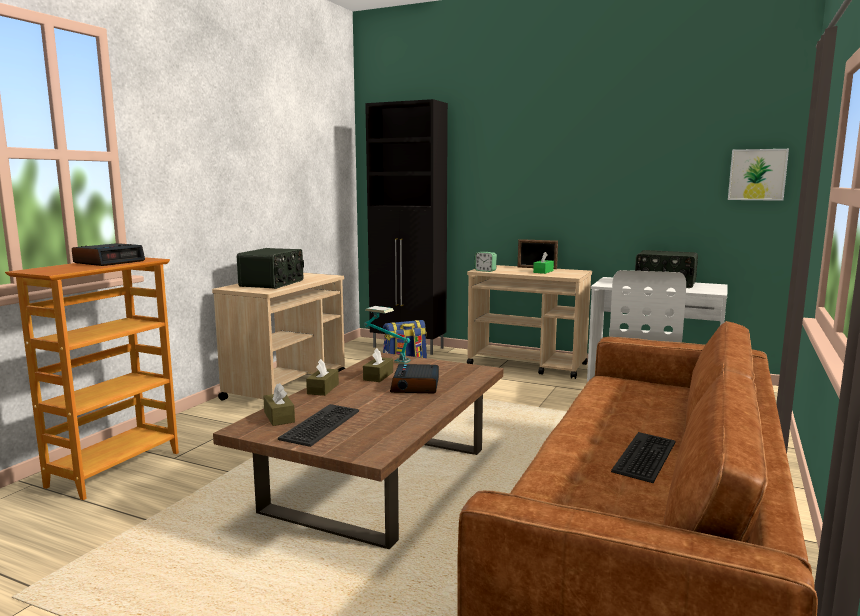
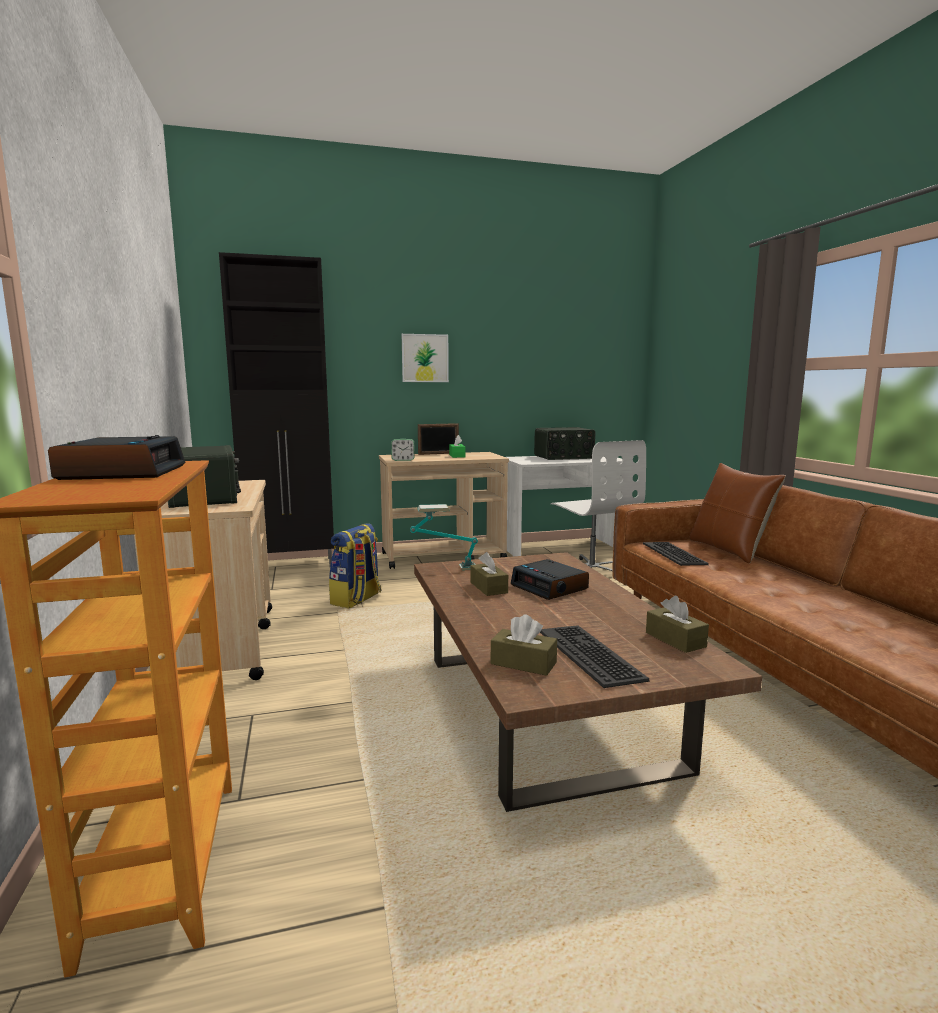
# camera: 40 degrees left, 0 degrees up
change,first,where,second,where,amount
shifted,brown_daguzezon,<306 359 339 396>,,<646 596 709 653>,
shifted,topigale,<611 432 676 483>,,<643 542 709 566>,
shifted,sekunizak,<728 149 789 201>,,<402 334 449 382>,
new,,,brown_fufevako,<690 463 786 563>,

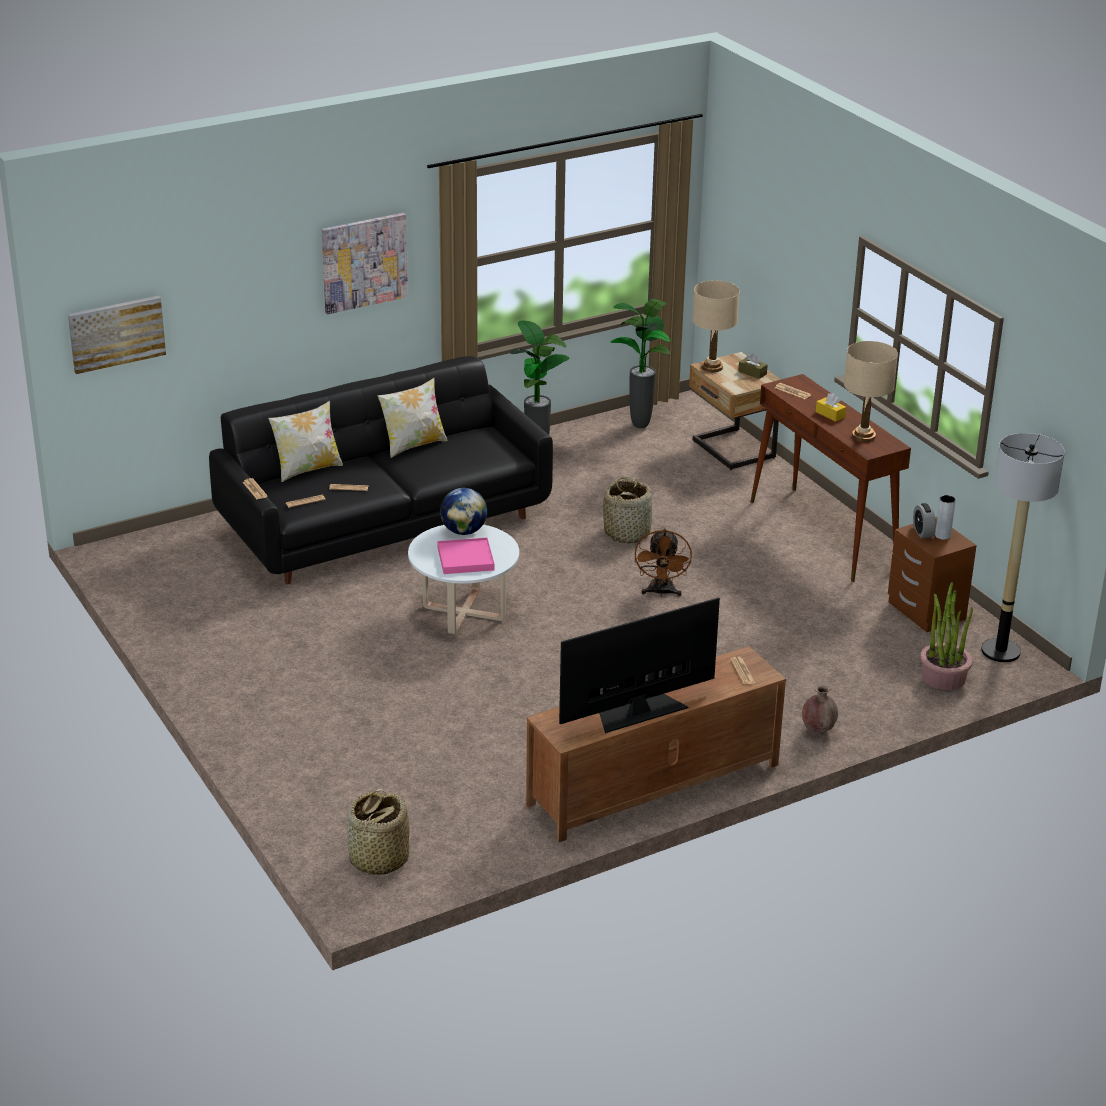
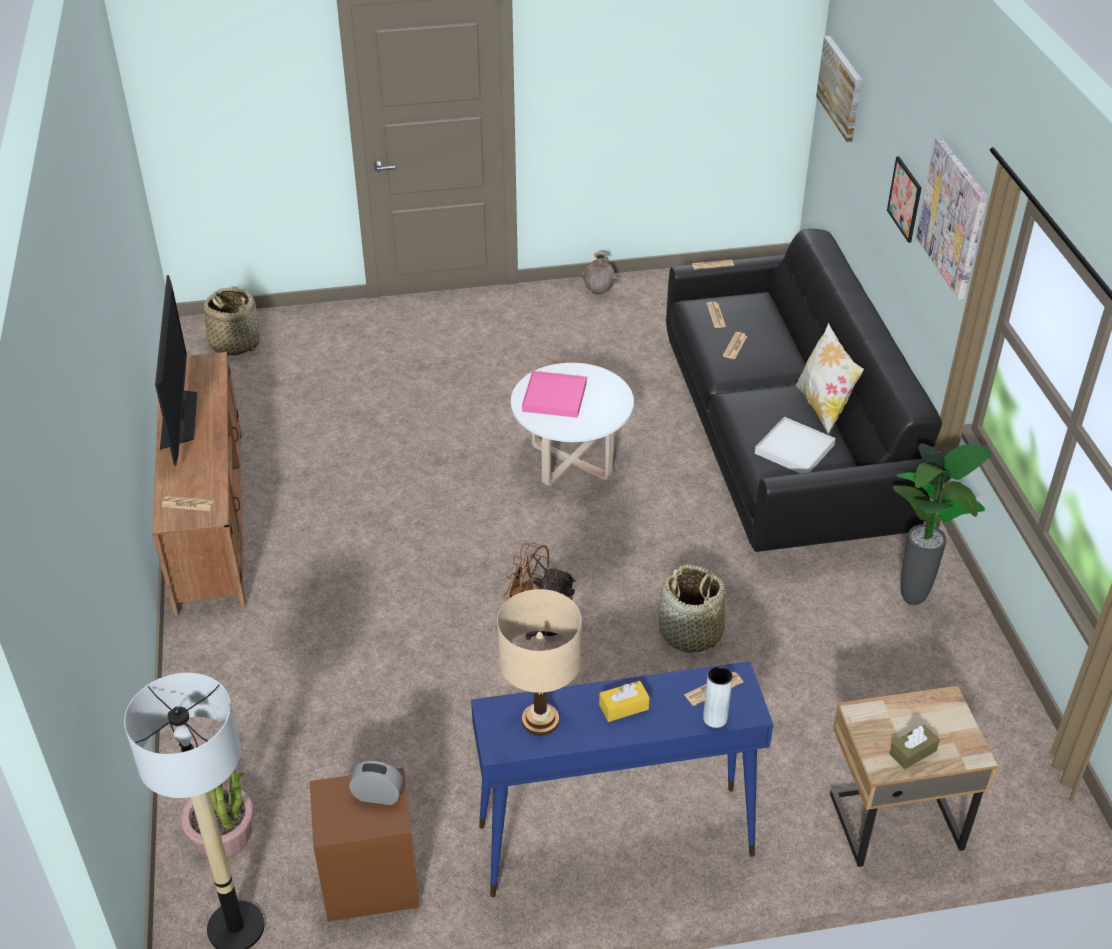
# camera: 110 degrees right, 10 degrees up
change,first,where,second,where,amount
gone,fufevako,<268 401 343 482>,,,
gone,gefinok,<440 488 487 535>,,,
gone,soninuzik,<610 299 670 428>,,,
gone,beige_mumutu,<692 280 740 372>,,,
repainted,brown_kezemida,<751 374 911 582>,blue_kezemida,<471 661 773 897>,
shifted,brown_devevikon,<802 684 838 735>,,<581 251 618 295>,
shifted,grey_devevikon,<935 495 956 540>,,<703 666 733 728>,
new,,,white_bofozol,<755 417 836 473>,
new,,,sekunizak,<887 156 921 243>,

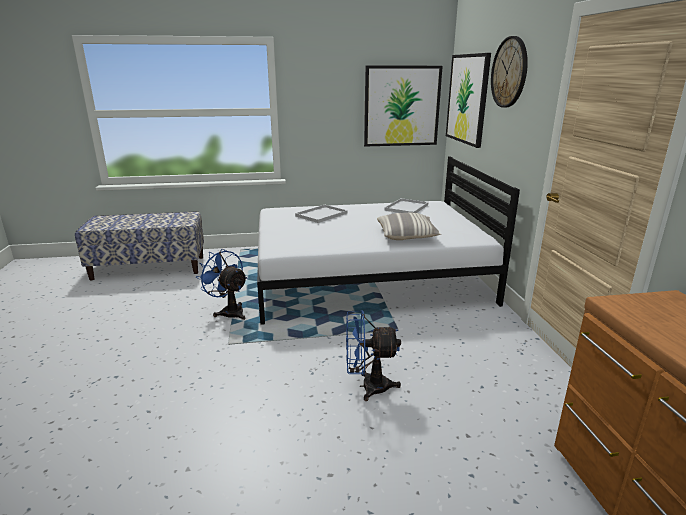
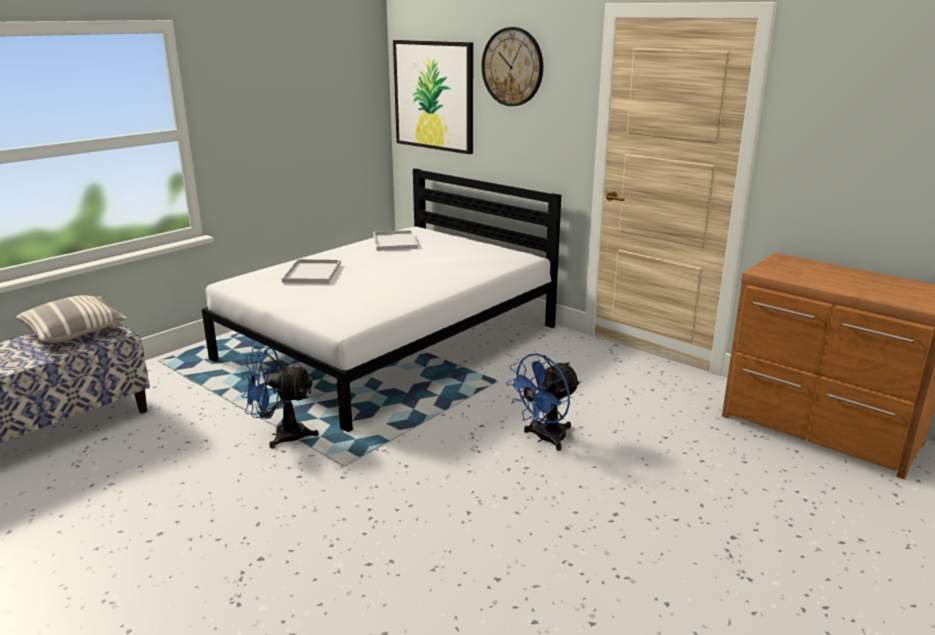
# camera: 40 degrees left, 0 degrees up
change,first,where,second,where,amount
gone,sekunizak,<364 66 443 146>,,,
shifted,fufevako,<377 213 441 240>,,<16 295 127 343>,

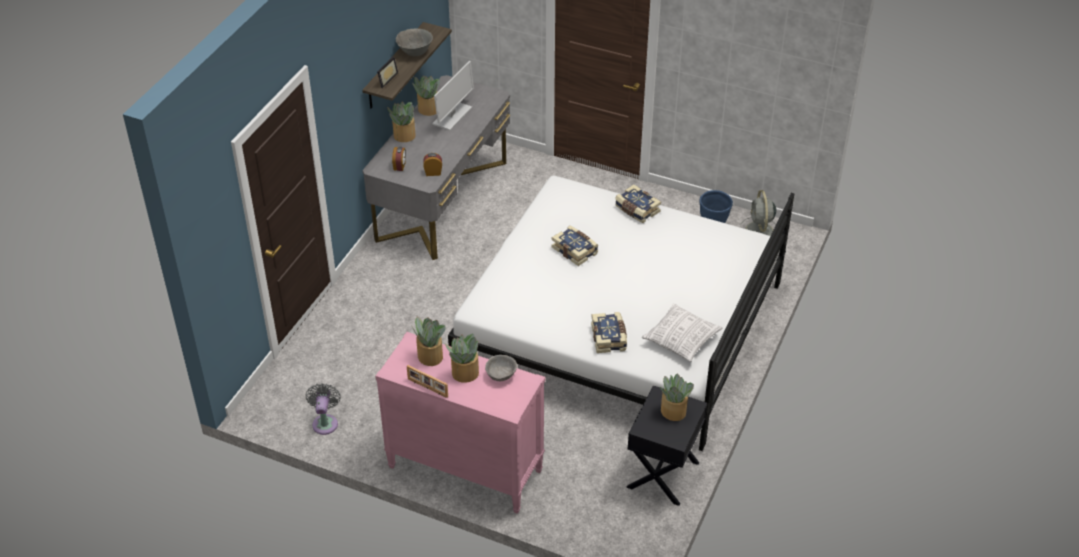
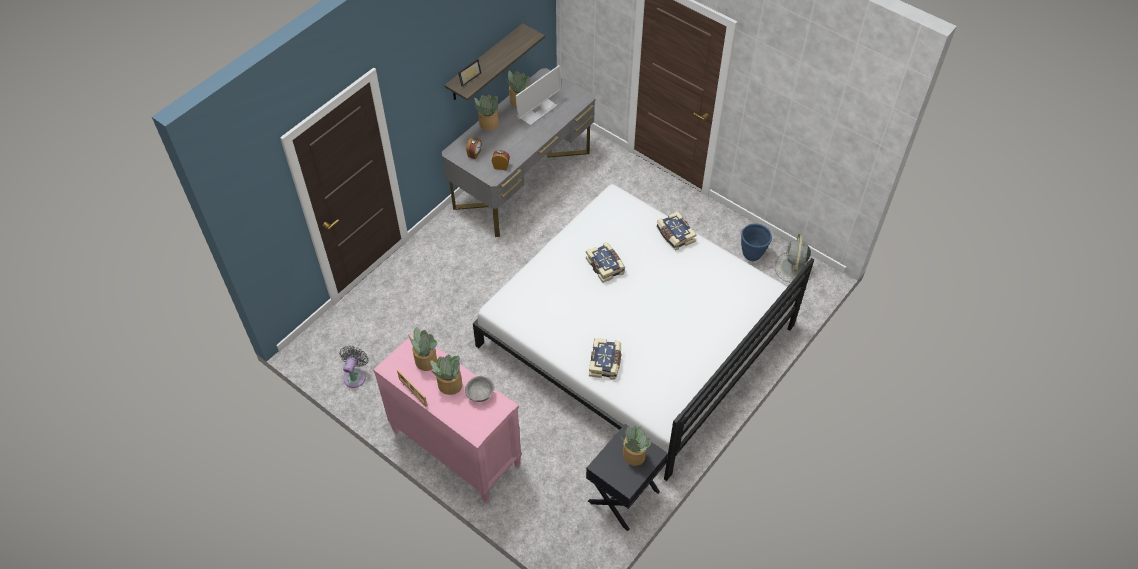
# camera: 15 degrees right, 10 degrees up
change,first,where,second,where,amount
gone,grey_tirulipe,<396 29 433 56>,,,
gone,fufevako,<642 303 722 362>,,,

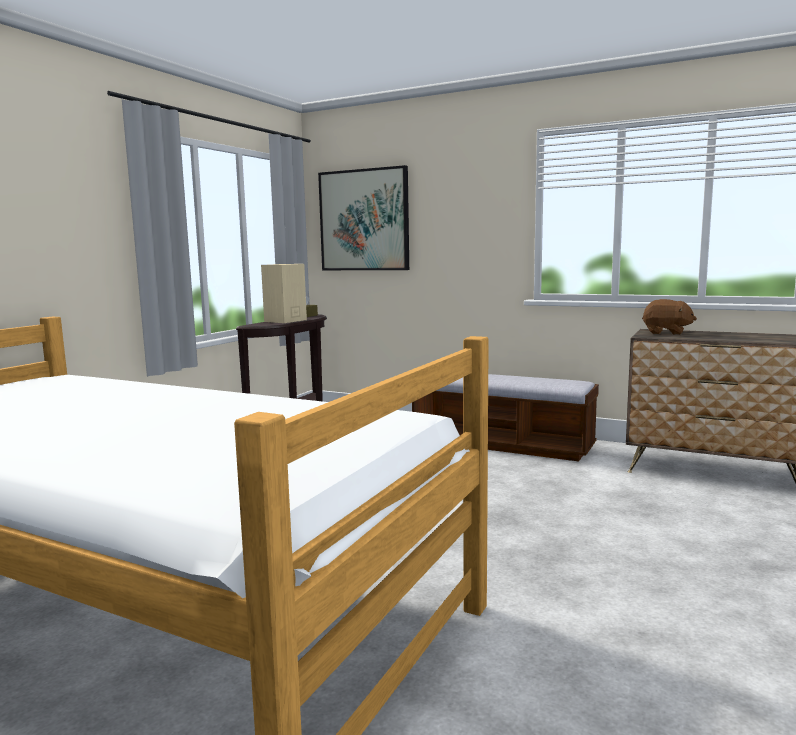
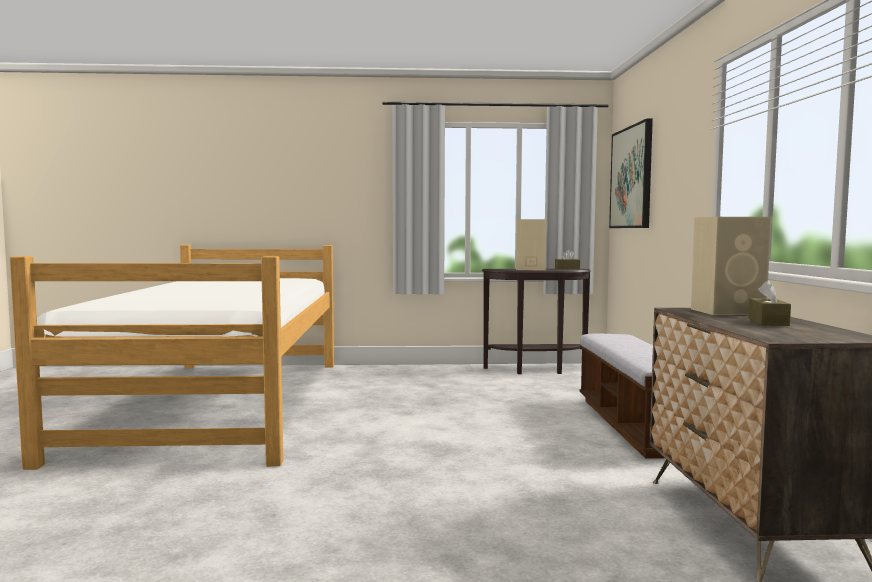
# camera: 60 degrees right, 5 degrees down
change,first,where,second,where,amount
swapped,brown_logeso,<642 299 697 335>,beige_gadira,<691 217 771 315>,
new,,,brown_daguzezon,<748 281 791 326>,

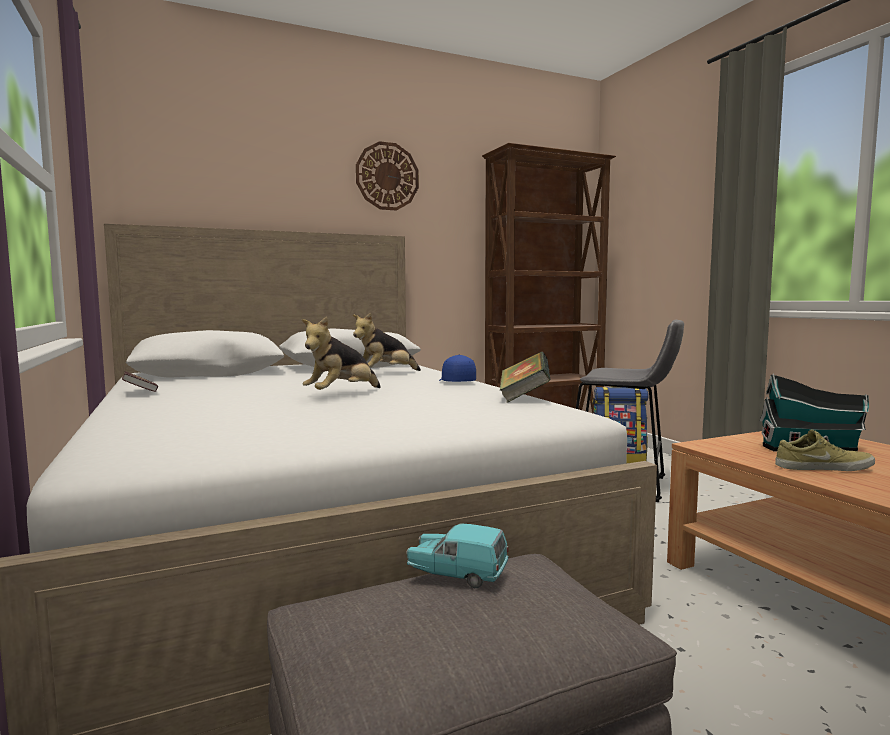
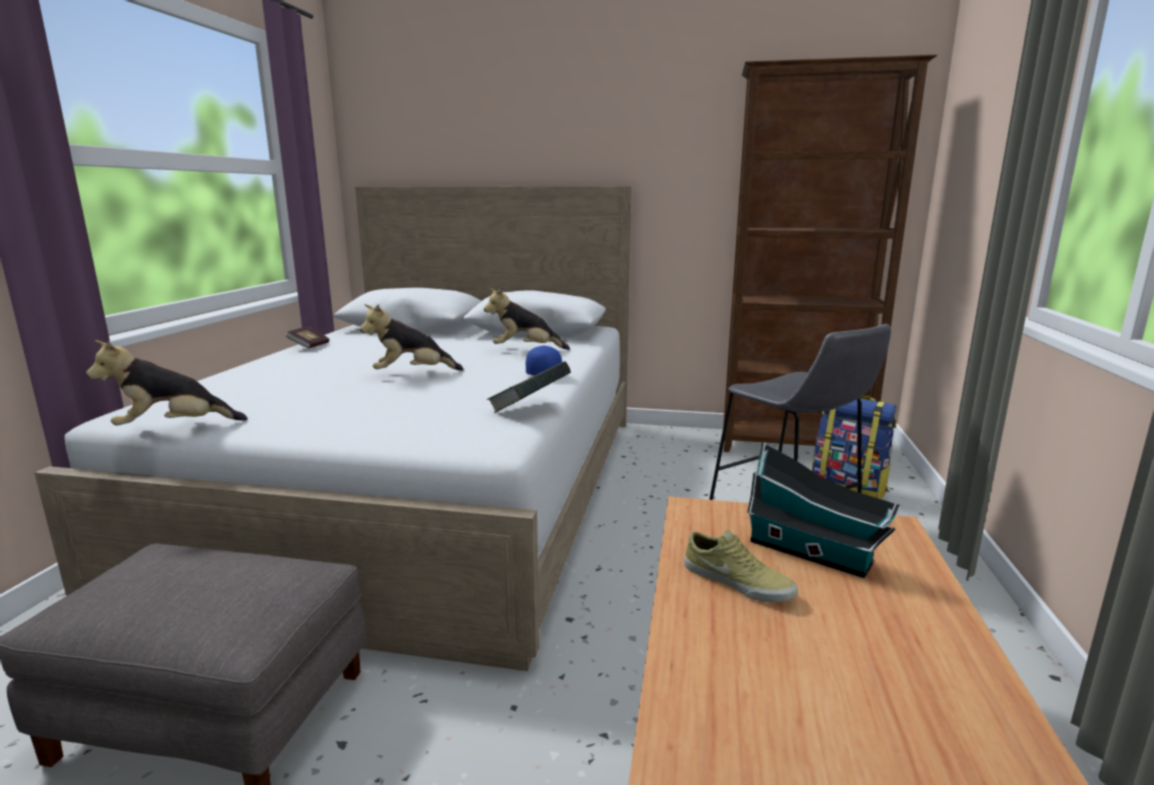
# camera: 35 degrees right, 10 degrees up
change,first,where,second,where,amount
gone,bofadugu,<356 141 419 211>,,,
gone,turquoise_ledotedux,<406 523 509 588>,,,
new,,,logeso,<86 340 248 425>,

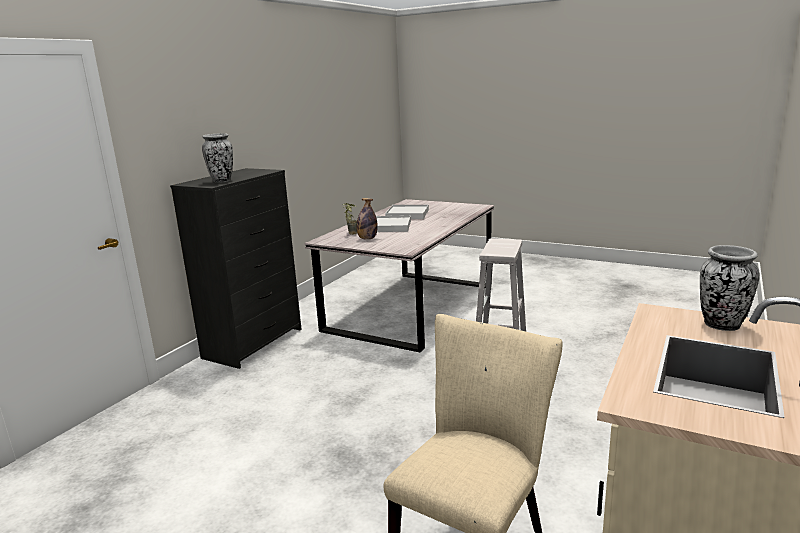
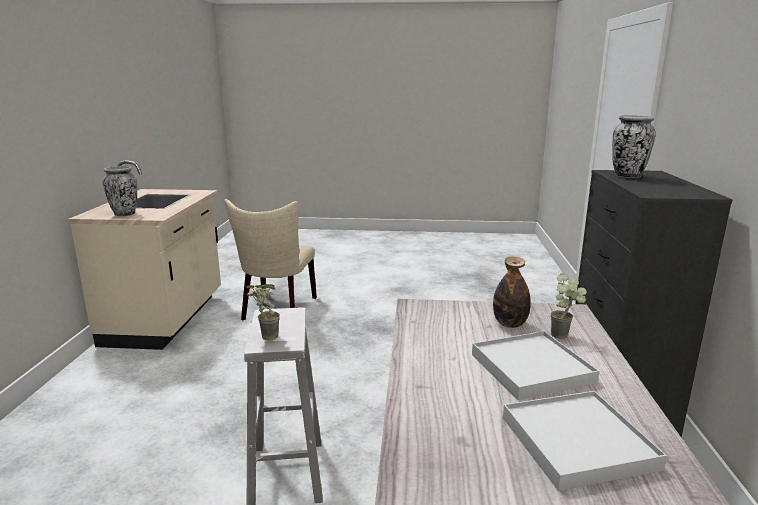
# camera: 155 degrees right, 0 degrees up
change,first,where,second,where,amount
new,,,soninuzik,<246 284 280 341>,

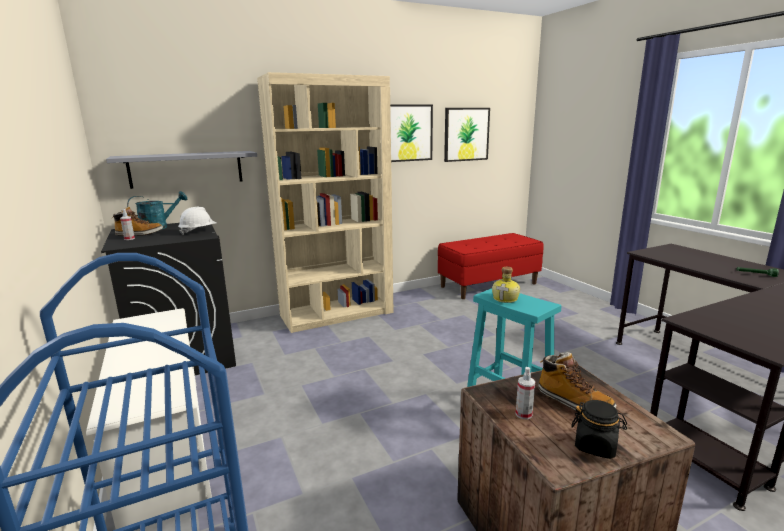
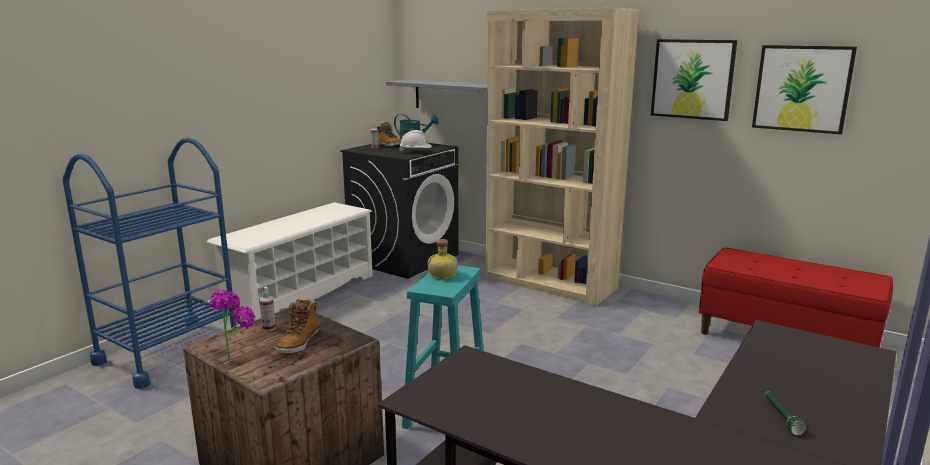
# camera: 60 degrees right, 0 degrees up
change,first,where,second,where,amount
swapped,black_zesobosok,<571 400 627 459>,soninuzik,<210 290 255 359>,

